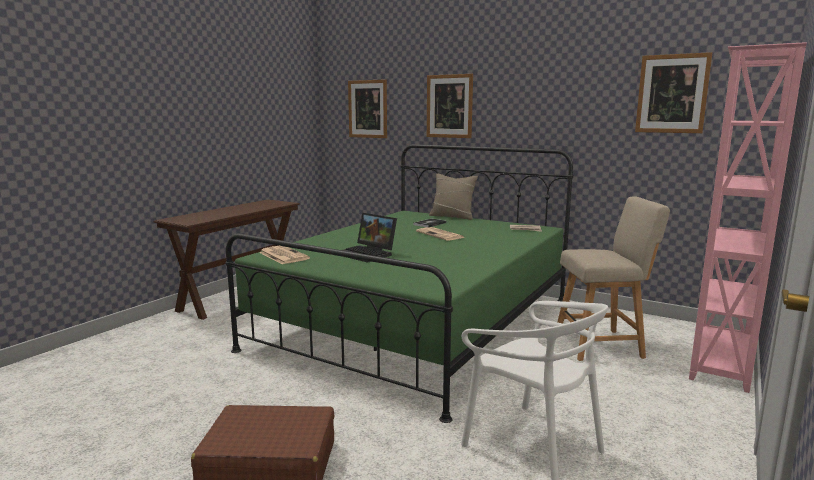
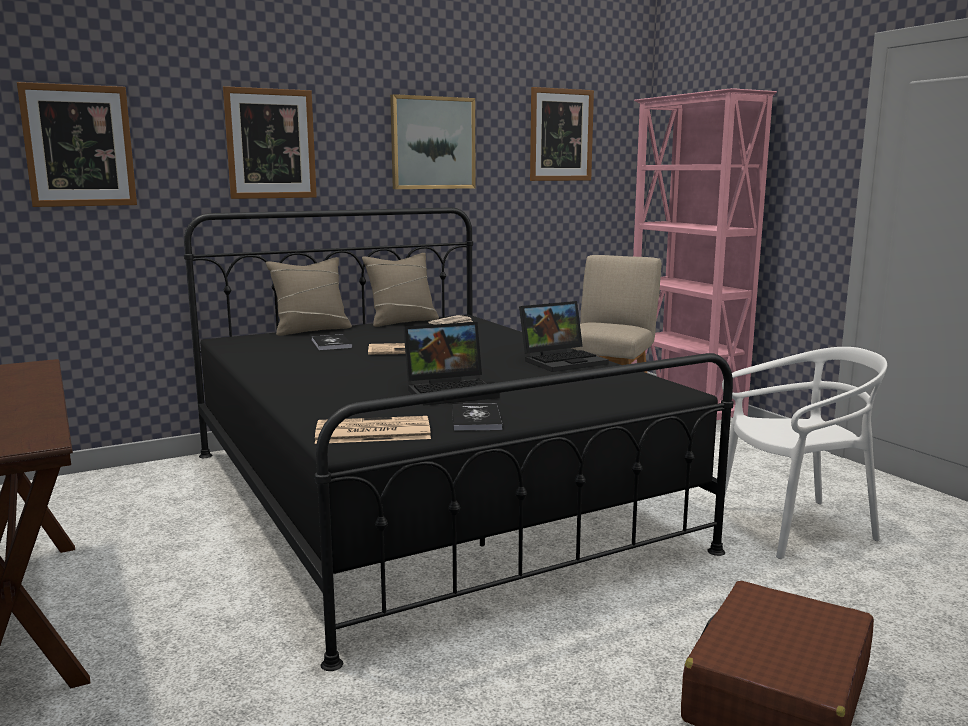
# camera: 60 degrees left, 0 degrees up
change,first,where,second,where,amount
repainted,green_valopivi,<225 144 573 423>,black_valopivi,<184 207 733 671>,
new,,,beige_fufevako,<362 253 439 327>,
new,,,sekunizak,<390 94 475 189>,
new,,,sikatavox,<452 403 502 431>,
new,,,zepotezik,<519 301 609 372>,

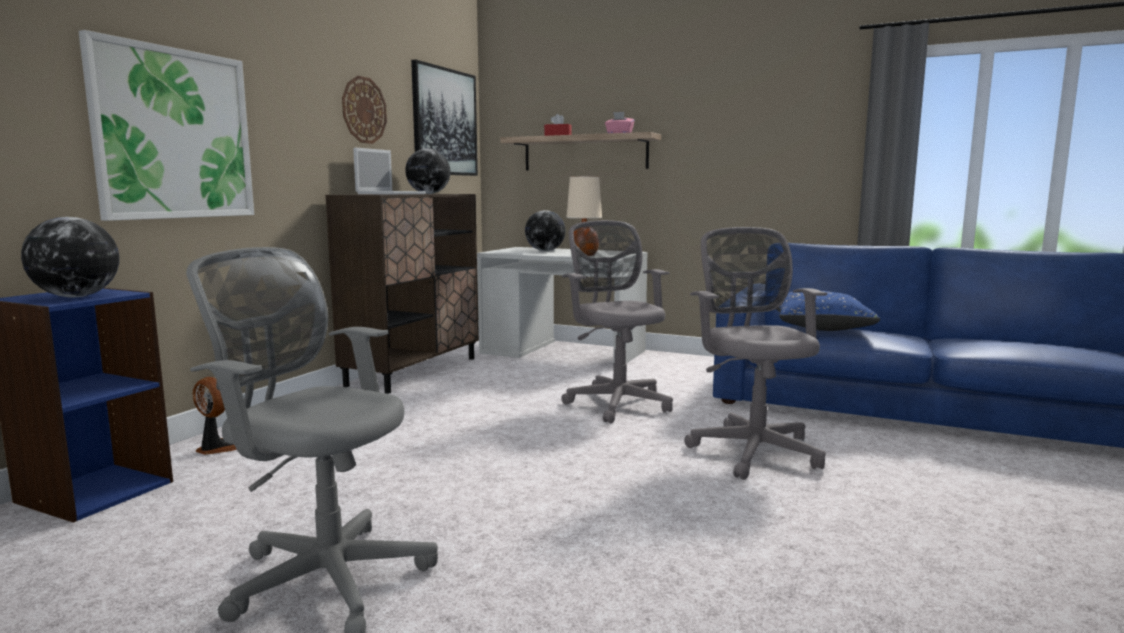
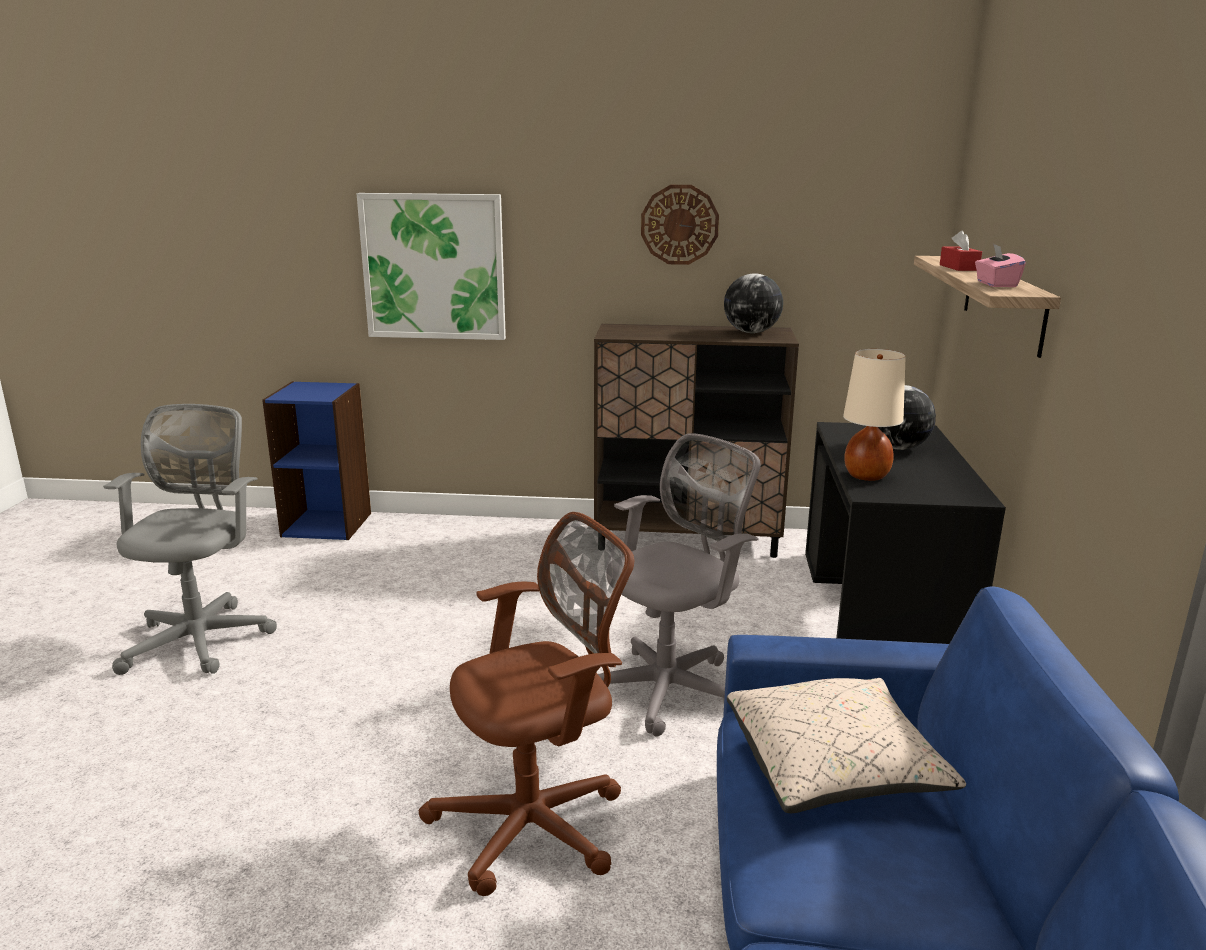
# camera: 70 degrees right, 10 degrees up
change,first,where,second,where,amount
gone,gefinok,<21 217 119 297>,,,
gone,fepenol,<193 377 237 455>,,,
gone,zepotezik,<353 148 426 194>,,,
gone,sekunizak,<411 59 478 176>,,,
repainted,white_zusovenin,<477 247 648 364>,black_zusovenin,<805 422 1006 644>,
repainted,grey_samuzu,<684 227 827 480>,brown_samuzu,<419 512 634 896>,
repainted,blue_fufevako,<776 291 880 331>,beige_fufevako,<727 678 966 813>,

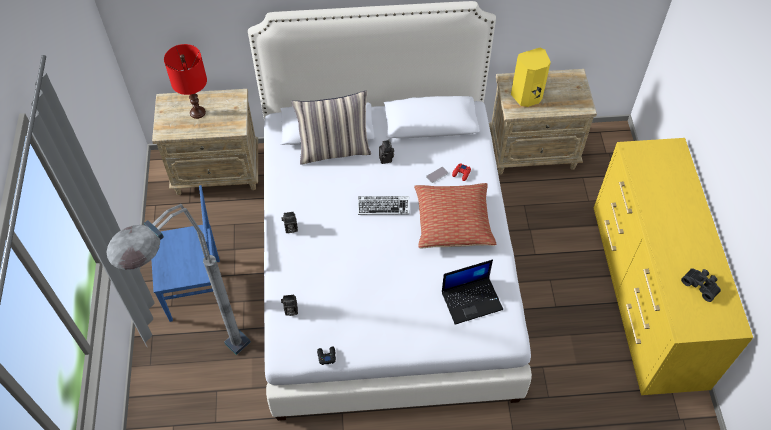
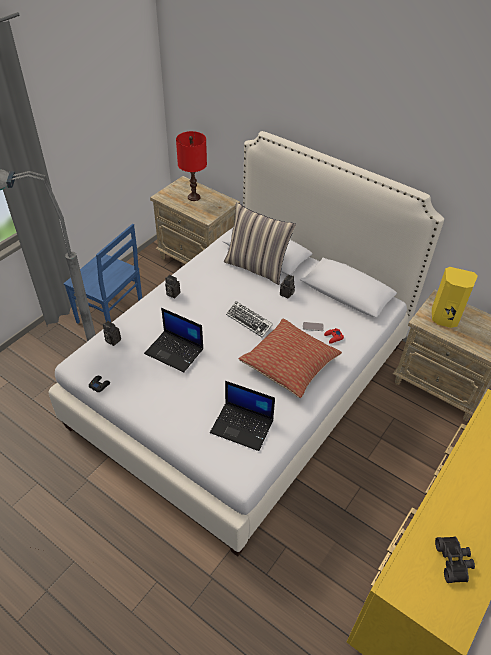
# camera: 40 degrees right, 10 degrees down
change,first,where,second,where,amount
new,,,zepotezik,<144 308 203 372>,

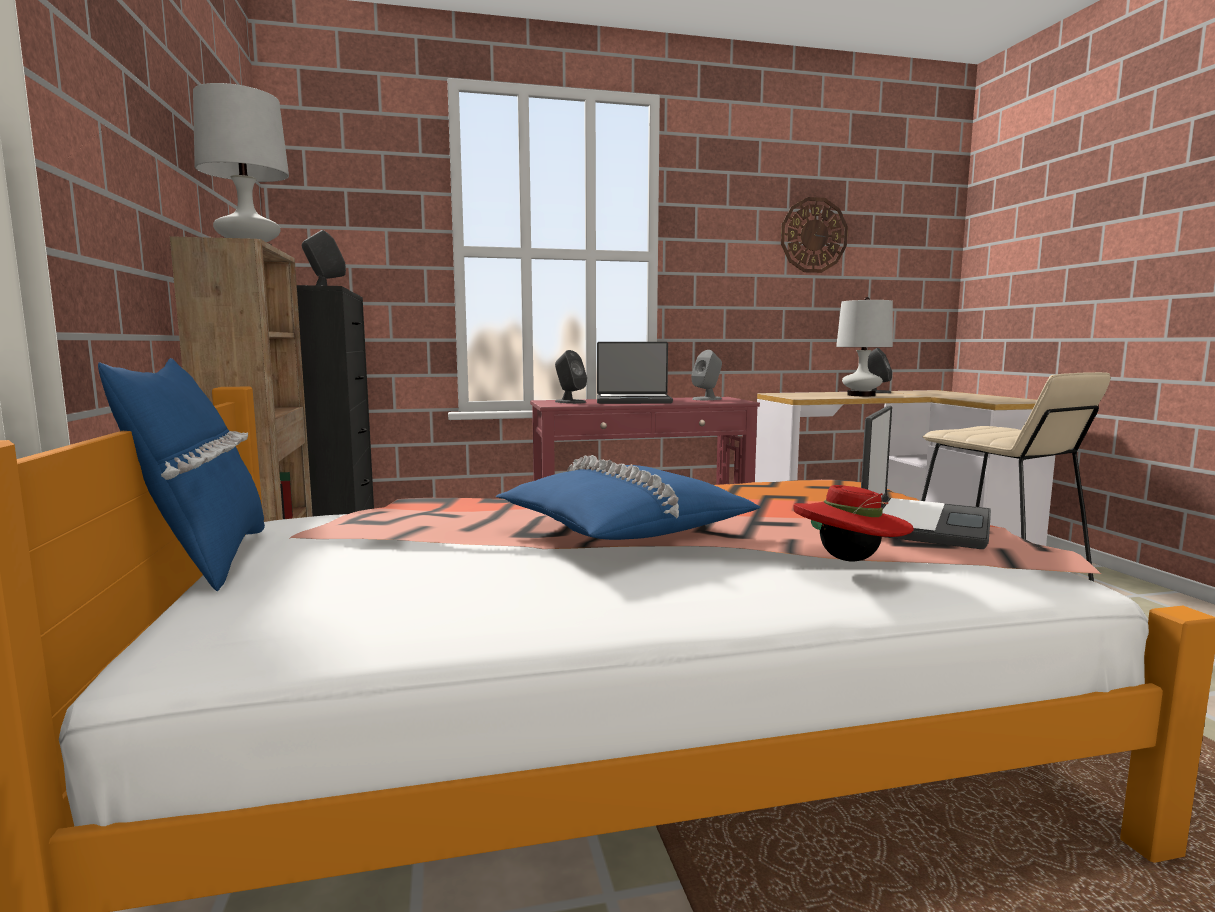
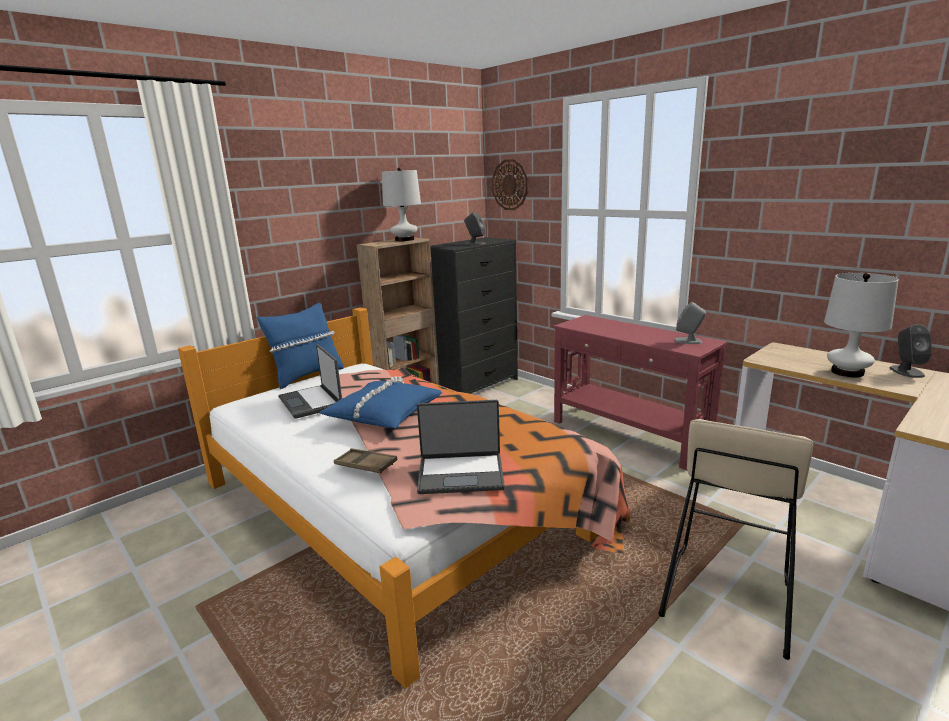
# camera: 60 degrees right, 10 degrees up
change,first,where,second,where,amount
gone,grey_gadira,<555 350 587 404>,,,
shifted,zepotezik,<597 342 673 404>,,<278 344 342 419>,
shifted,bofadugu,<781 197 848 273>,,<492 159 528 210>,
swapped,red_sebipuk,<794 485 914 561>,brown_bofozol,<334 448 397 473>,

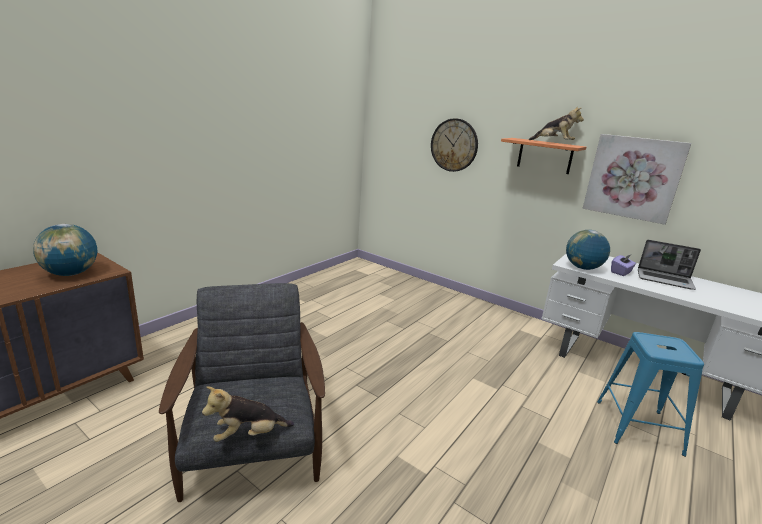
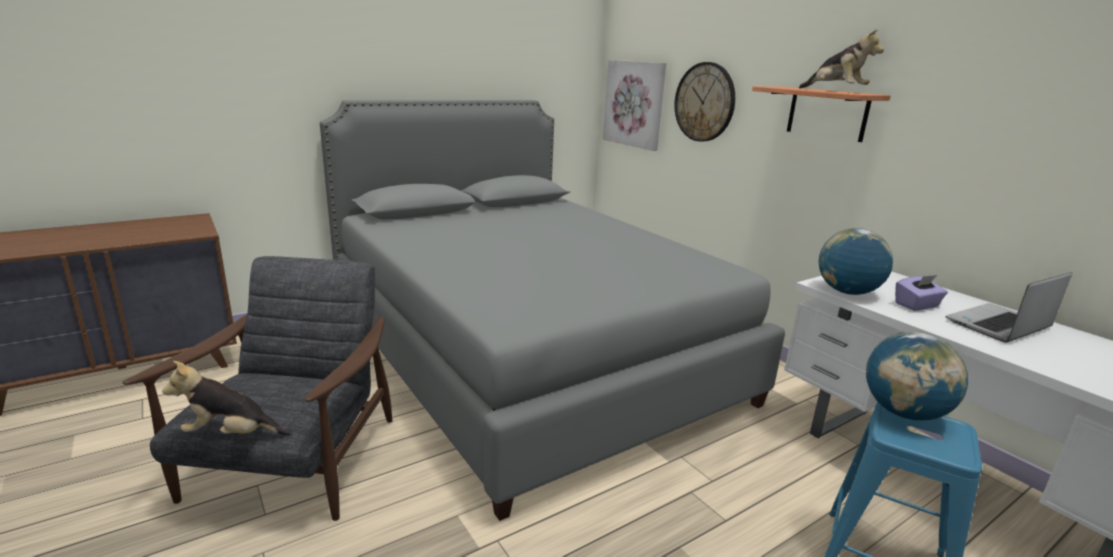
# camera: 20 degrees right, 0 degrees up
change,first,where,second,where,amount
shifted,gefinok,<33 224 97 276>,,<866 332 968 421>,
shifted,sekunizak,<582 134 691 225>,,<603 60 666 151>,
rotated,zepotezik,<638 240 701 290>,,<946 272 1072 343>,105 degrees clockwise
new,,,grey_valopivi,<320 100 785 521>,

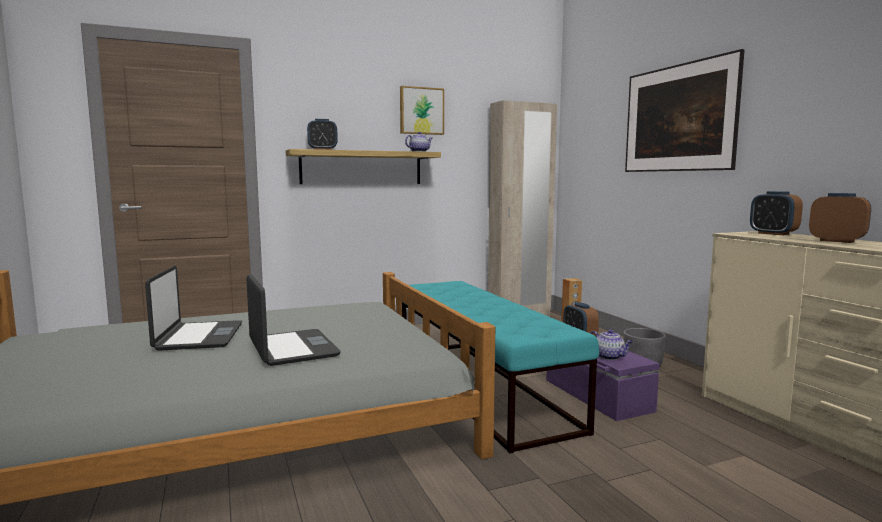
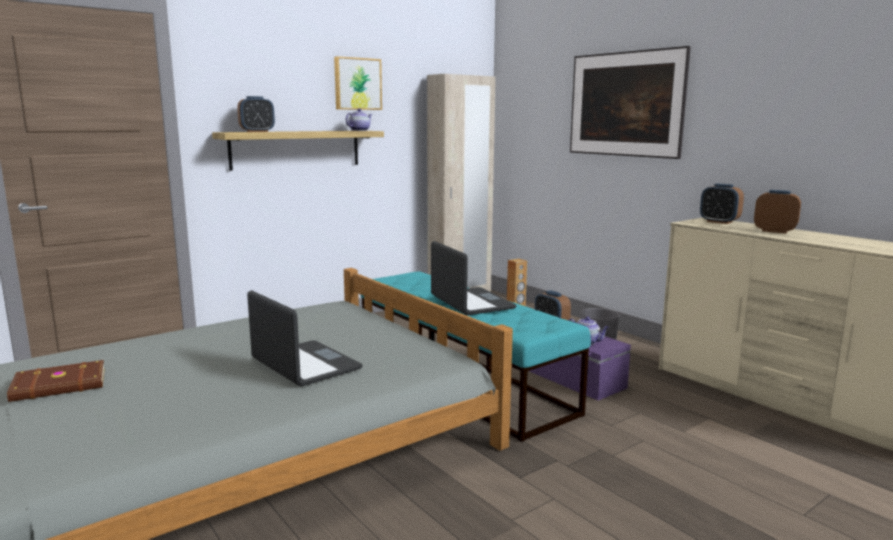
# camera: 15 degrees left, 5 degrees up
change,first,where,second,where,amount
shifted,zepotezik,<145 266 242 351>,,<431 241 516 315>,
new,,,brown_sikatavox,<7 360 105 402>,

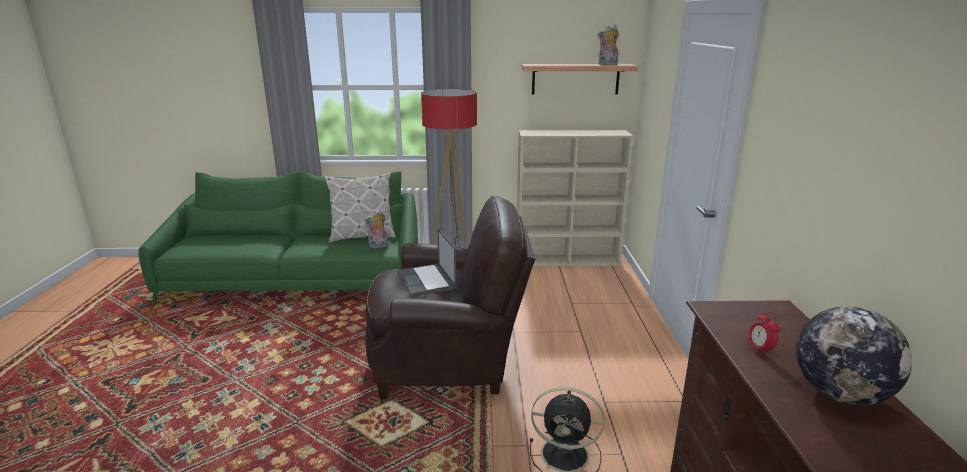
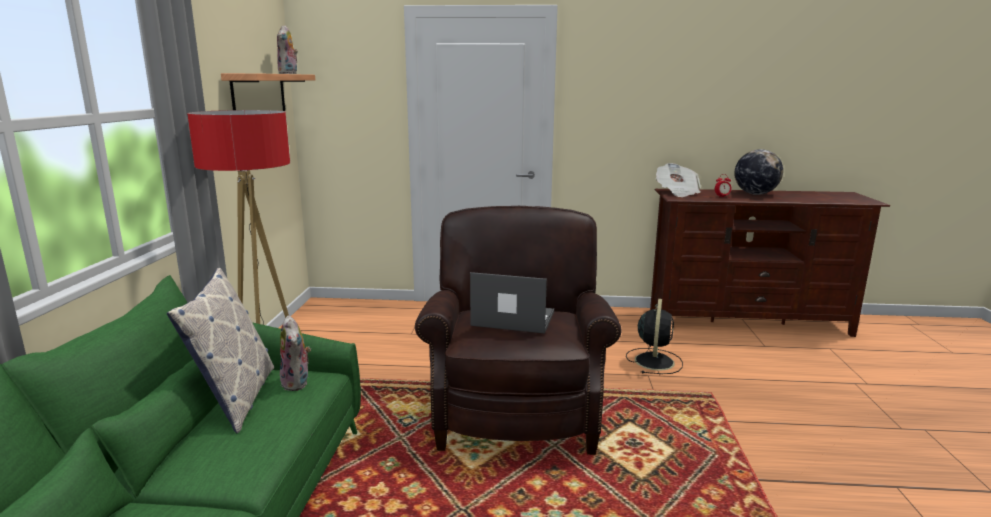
# camera: 85 degrees left, 5 degrees down
change,first,where,second,where,amount
rotated,zepotezik,<397 228 457 297>,,<470 272 554 334>,150 degrees counterclockwise
gone,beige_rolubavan,<517 130 633 266>,,,
new,,,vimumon,<656 163 701 197>,

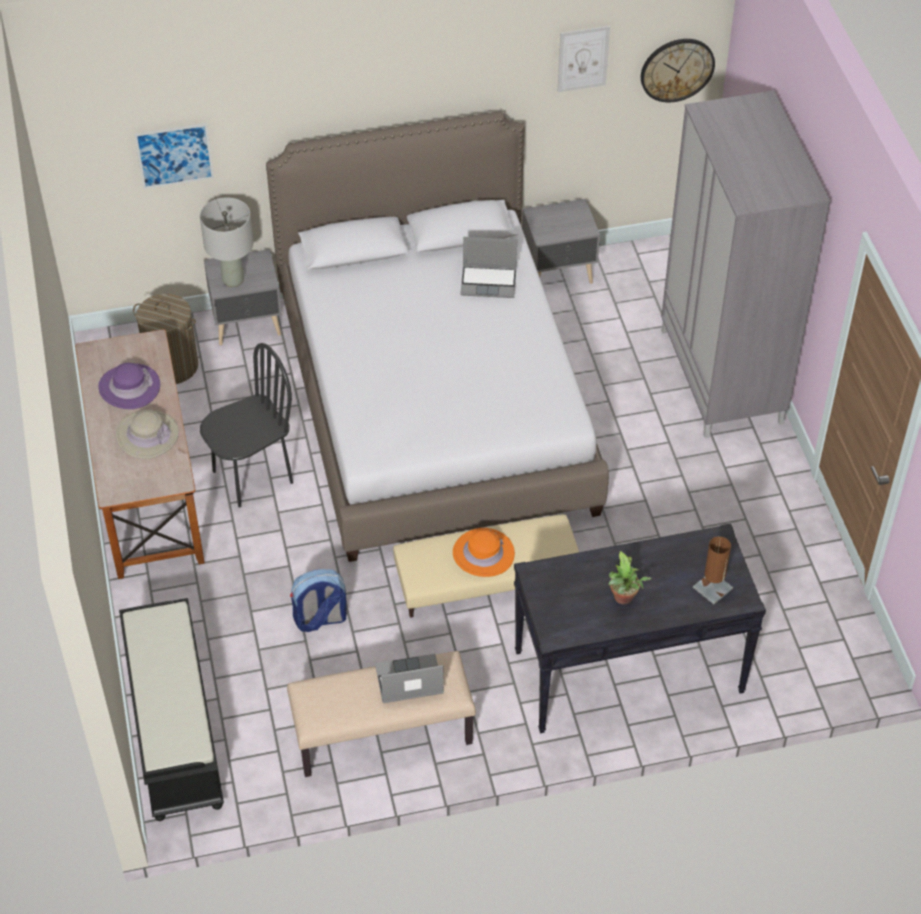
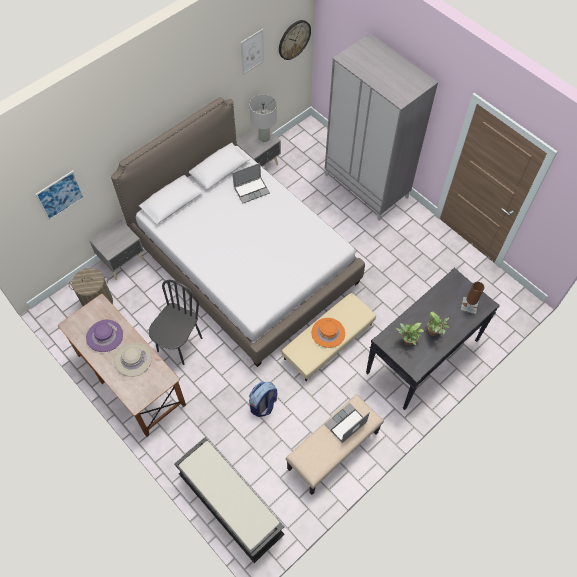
# camera: 30 degrees left, 10 degrees up
change,first,where,second,where,amount
shifted,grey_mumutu,<200 197 254 287>,,<250 94 277 142>,
new,,,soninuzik,<396 323 424 346>,

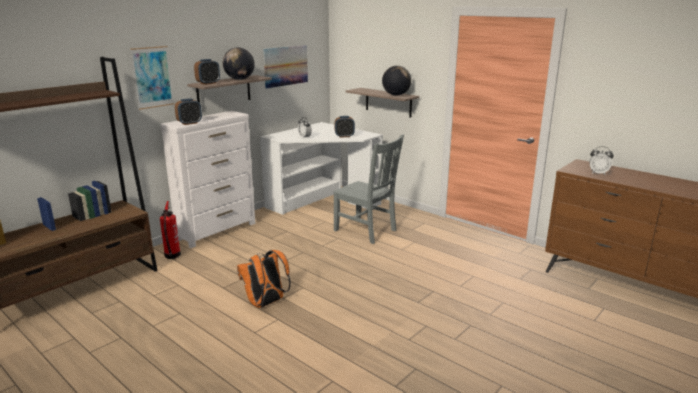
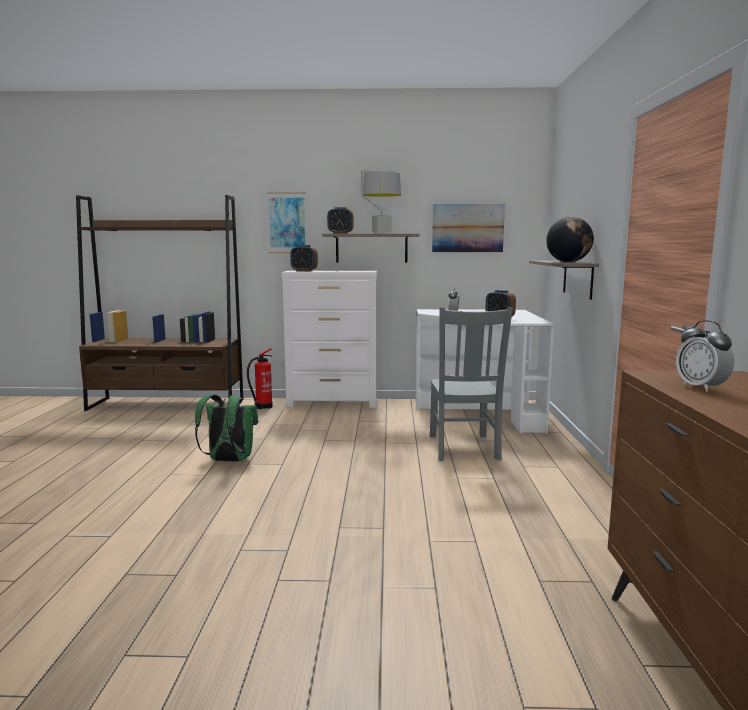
# camera: 50 degrees right, 10 degrees down
change,first,where,second,where,amount
swapped,gefinok,<223 47 255 80>,grey_mumutu,<361 170 401 234>,
repainted,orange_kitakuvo,<237 250 291 308>,green_kitakuvo,<195 394 258 462>,

